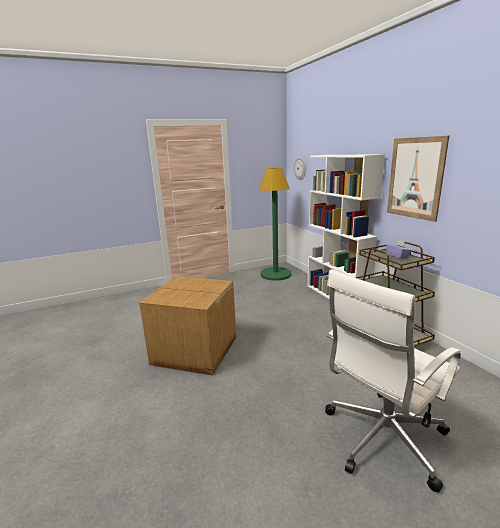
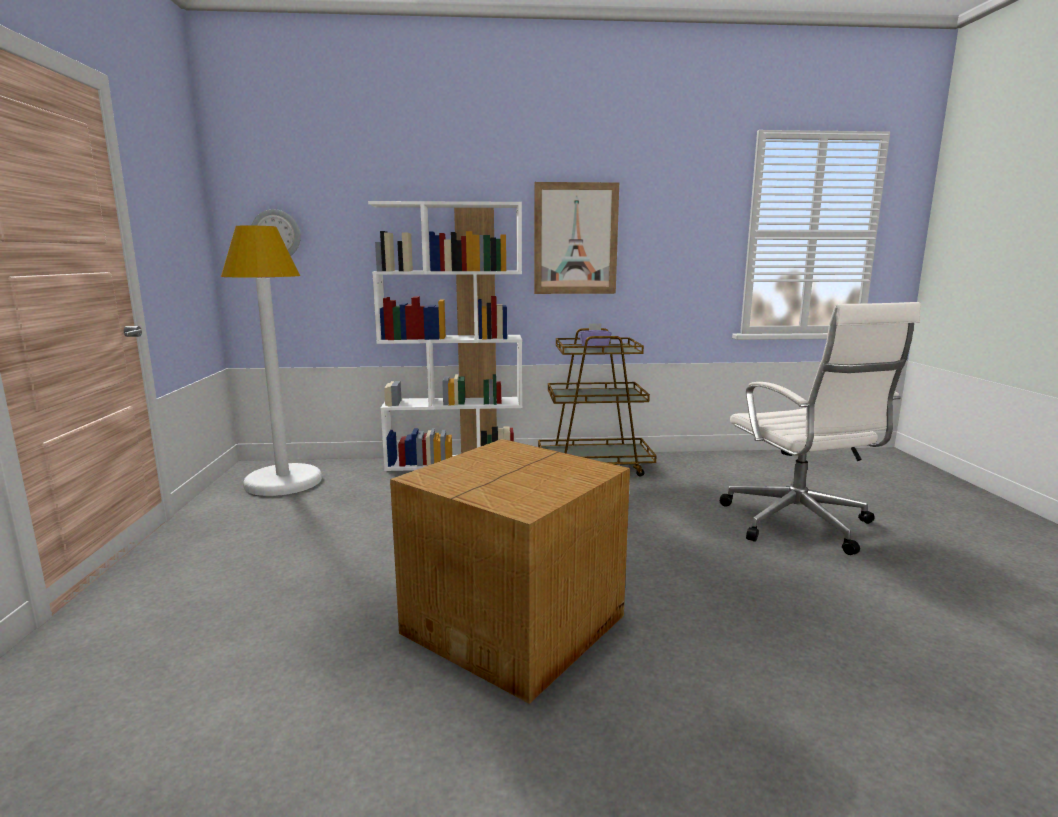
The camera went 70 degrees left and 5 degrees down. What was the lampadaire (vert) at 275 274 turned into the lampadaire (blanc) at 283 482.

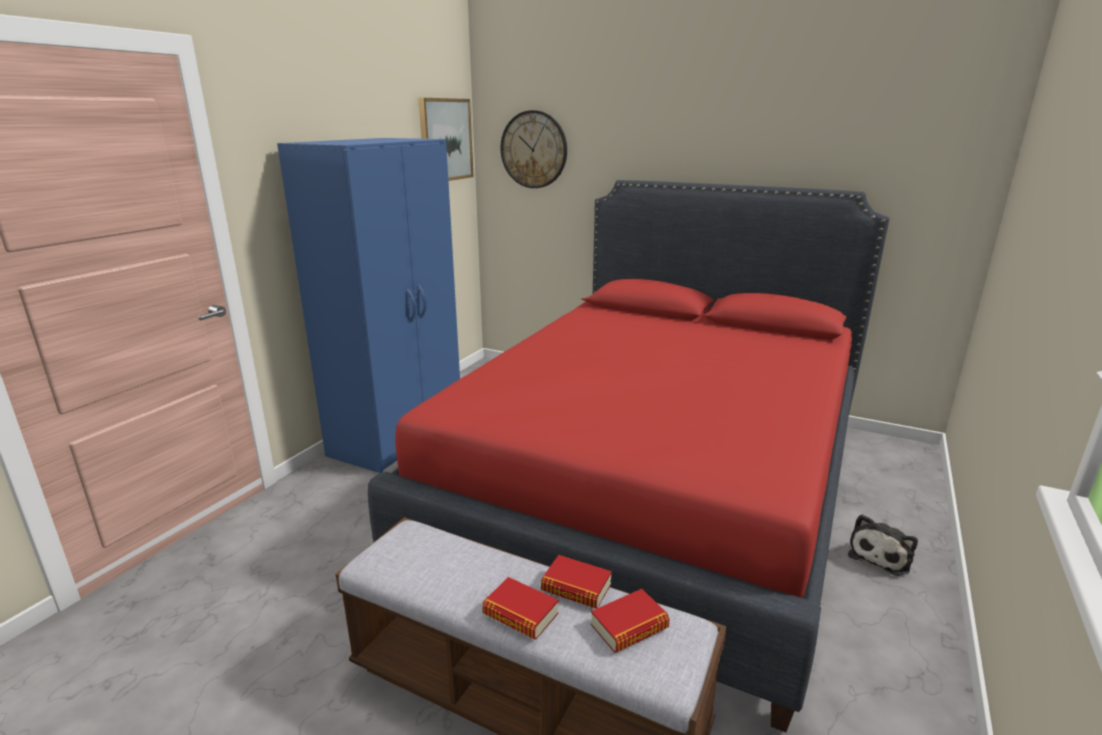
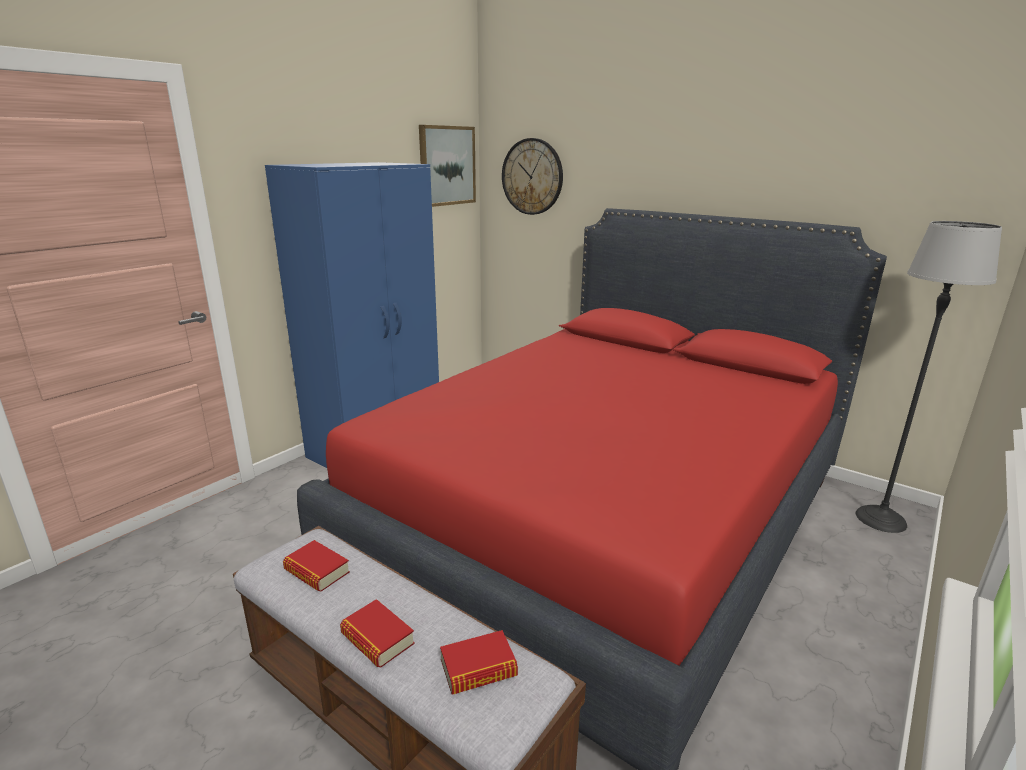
The camera went 10 degrees right and 0 degrees up. The second view lost the peluche at 881 555. The livre ended up elsewhere, having gone from 576 588 to 317 571. The second view gained the lampadaire at 881 519.

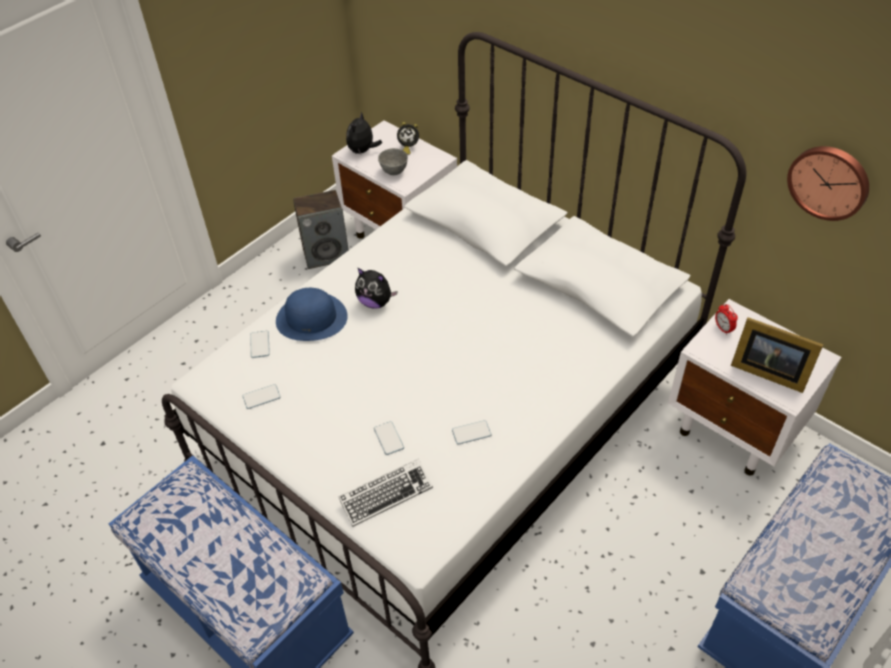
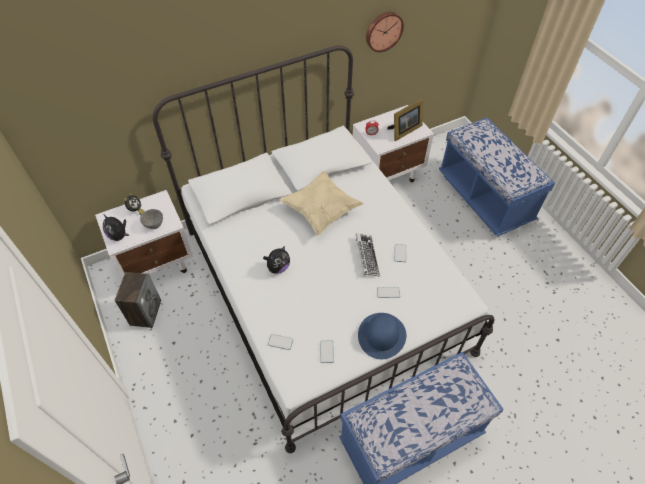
The camera went 70 degrees left and 5 degrees up. The chapeau (bleu) ended up elsewhere, having gone from 312 318 to 381 335. The clavier ended up elsewhere, having gone from 386 495 to 367 256. The second view gained the coussin (beige) at 321 211.

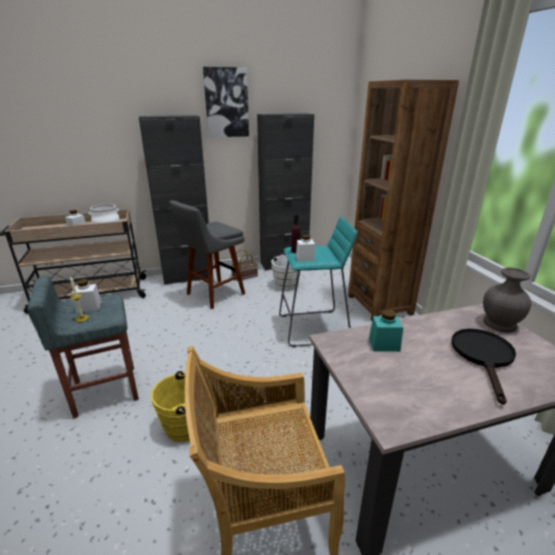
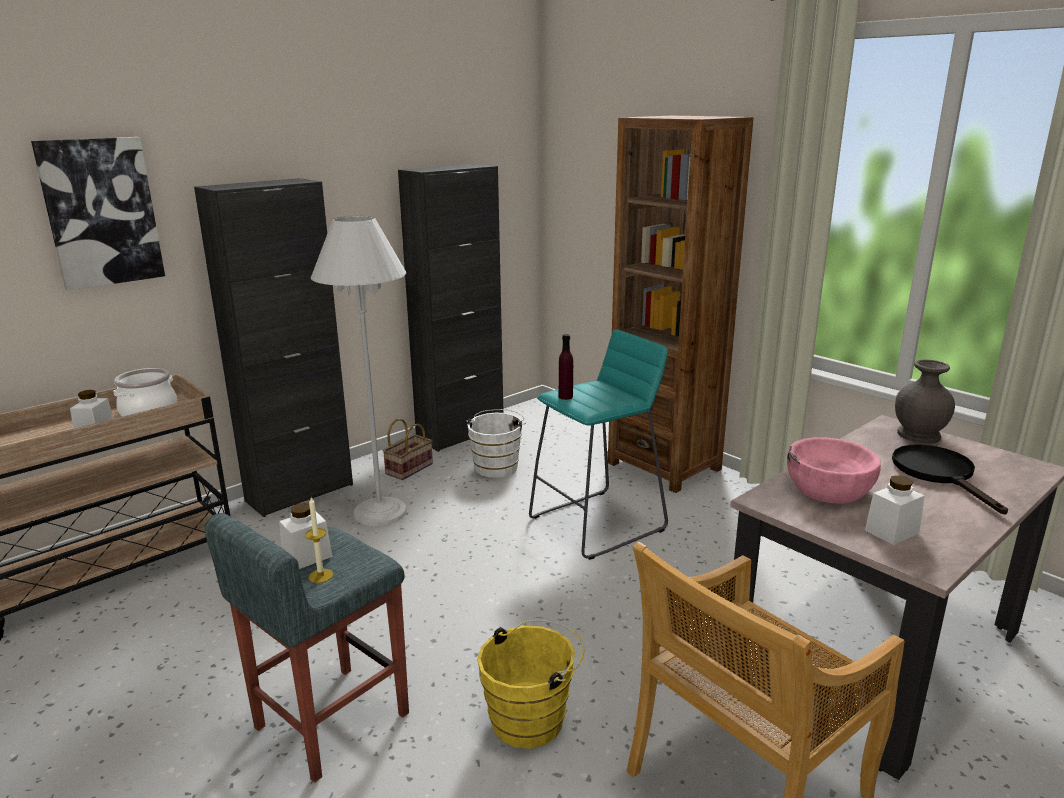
The camera went 25 degrees left and 5 degrees down. The tableau ended up elsewhere, having gone from 226 103 to 101 212. Where the tabouret (gris) stood at 213 295, the lampadaire (blanc) came to stand at 380 512. The bocal (blanc) ended up elsewhere, having gone from 305 258 to 891 531. Where the bocal (turquoise) stood at 384 344, the bol (rose) came to stand at 828 488.

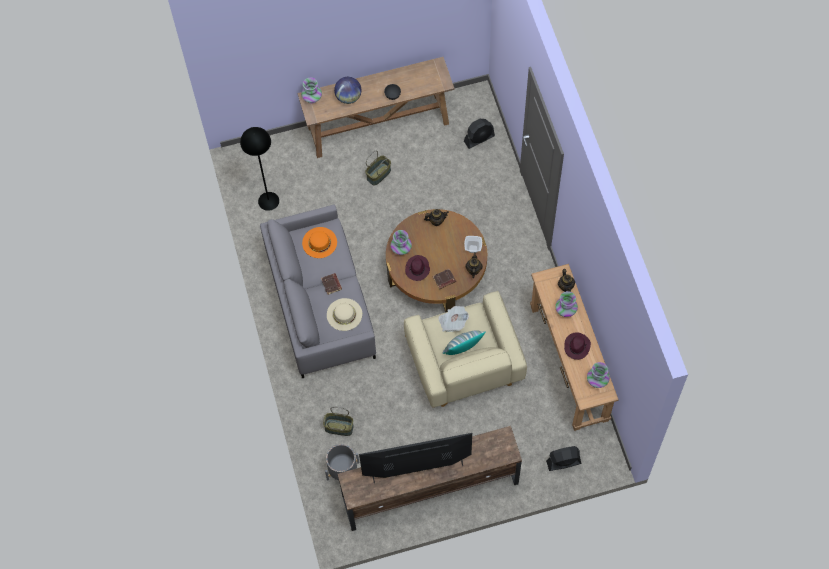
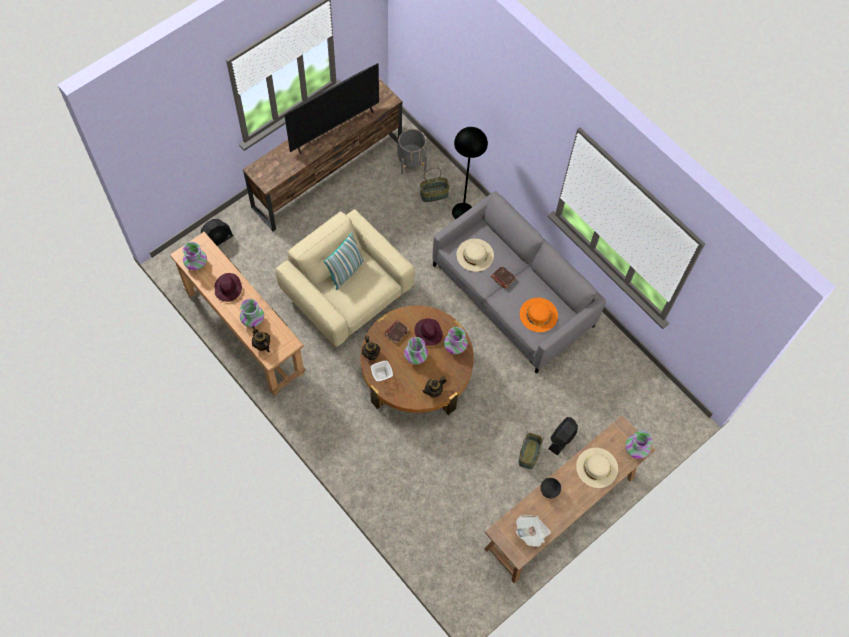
The camera went 150 degrees right and 0 degrees up. Where the globe stood at 348 97, the chapeau (beige) came to stand at 597 467. The ventilateur (noir) ended up elsewhere, having gone from 479 139 to 562 439. The lampadaire (noir) ended up elsewhere, having gone from 268 201 to 463 212. The journal ended up elsewhere, having gone from 452 322 to 532 532. The second view gained the vase at 415 357.

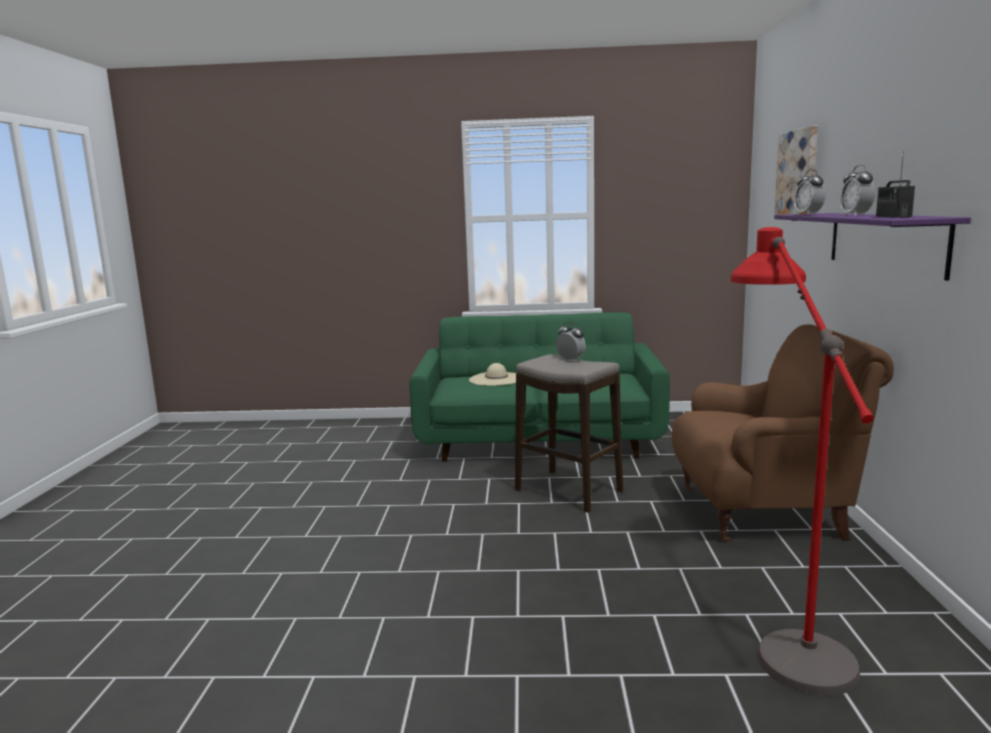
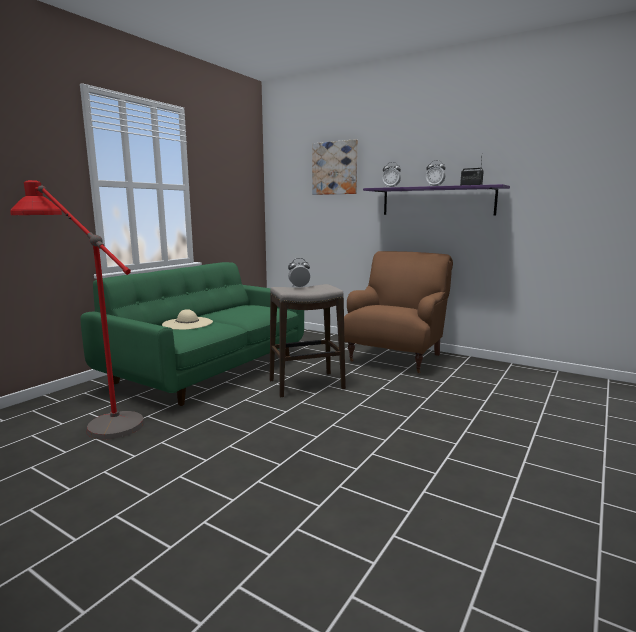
The camera went 60 degrees left and 0 degrees up. The lampadaire (rouge) ended up elsewhere, having gone from 782 624 to 93 417.

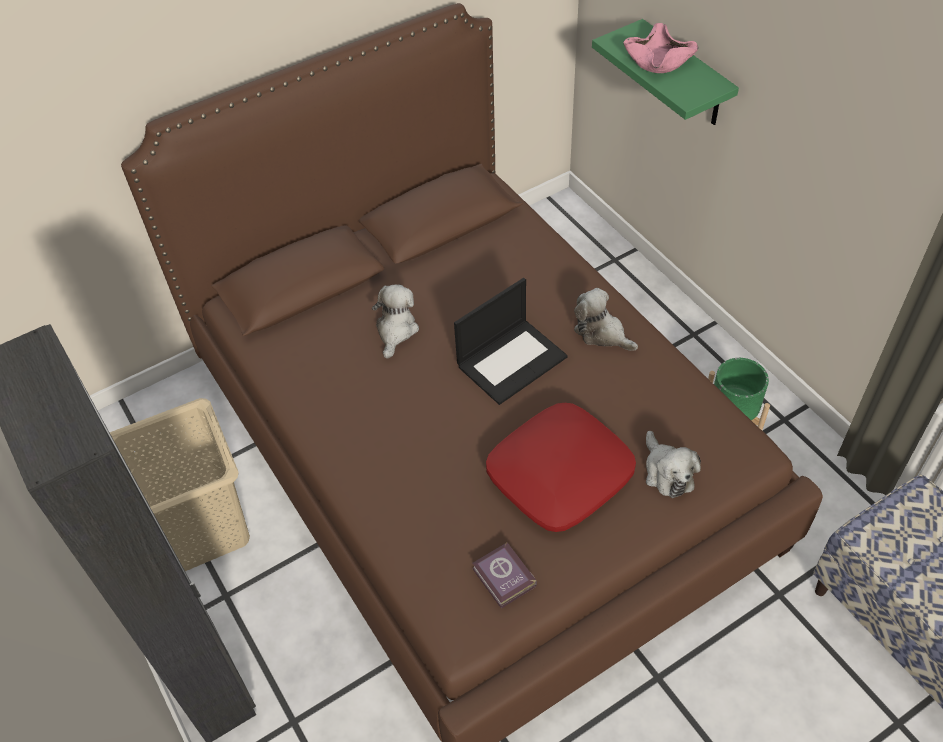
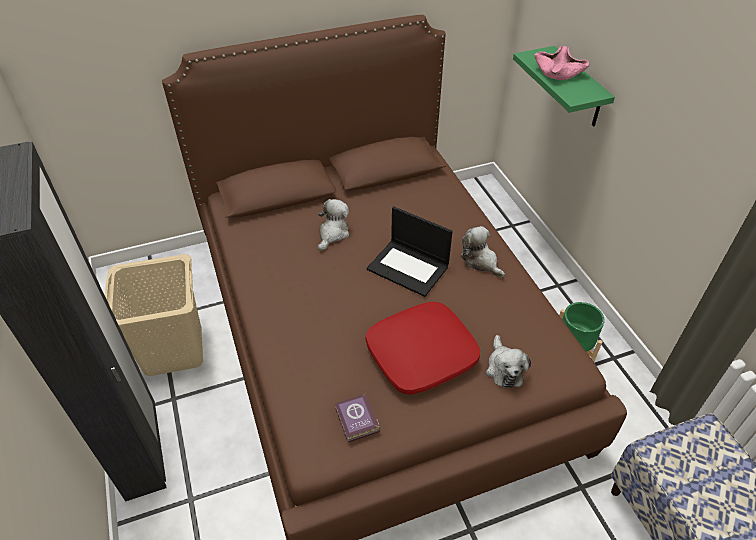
The camera went 10 degrees right and 5 degrees down. The ordinateur portable at 512 360 ended up facing another way, 60 degrees clockwise from before.

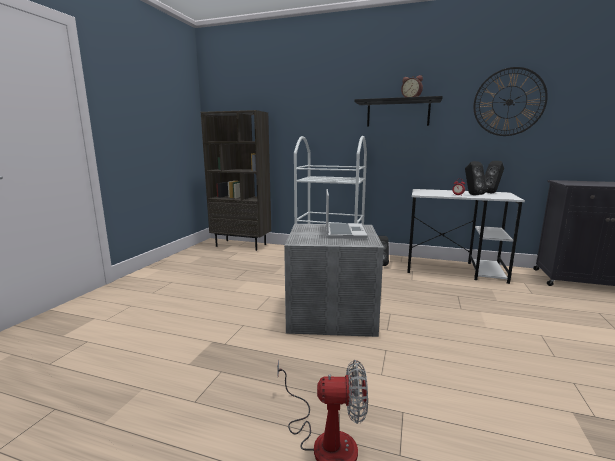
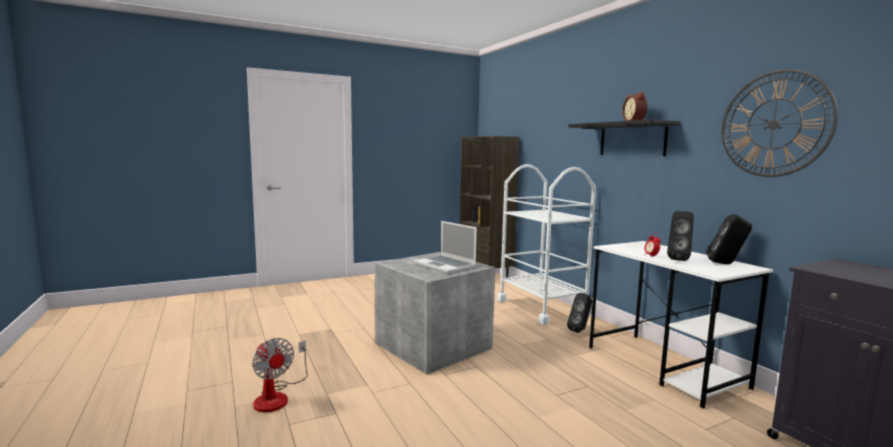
The camera went 45 degrees right and 5 degrees down. The ordinateur portable at 343 232 ended up facing another way, 90 degrees clockwise from before.

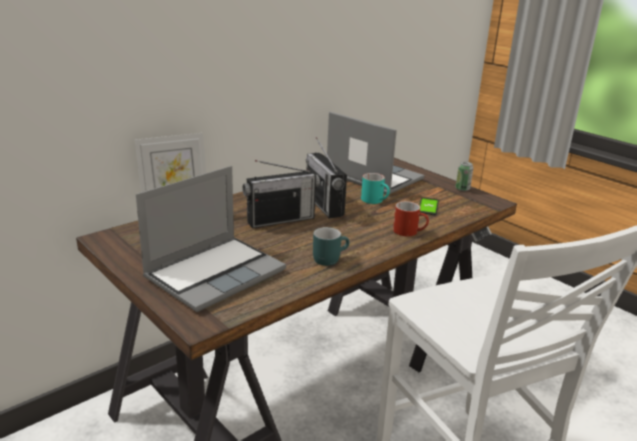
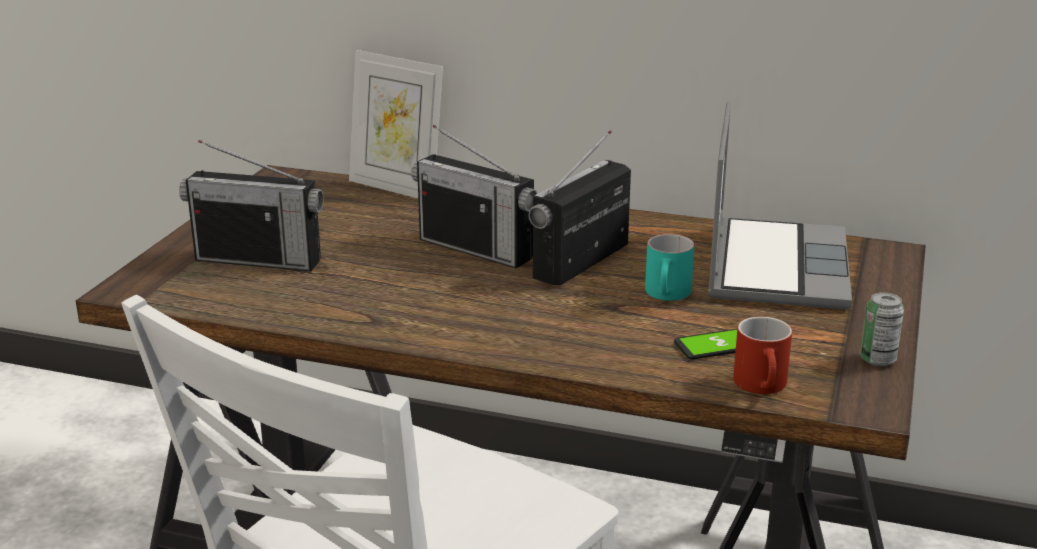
The camera went 60 degrees right and 0 degrees up. Where the ordinateur portable stood at 215 273, the radio came to stand at 258 259. The mug (rouge) ended up elsewhere, having gone from 410 232 to 764 387. The second view lost the mug (turquoise) at 329 258.

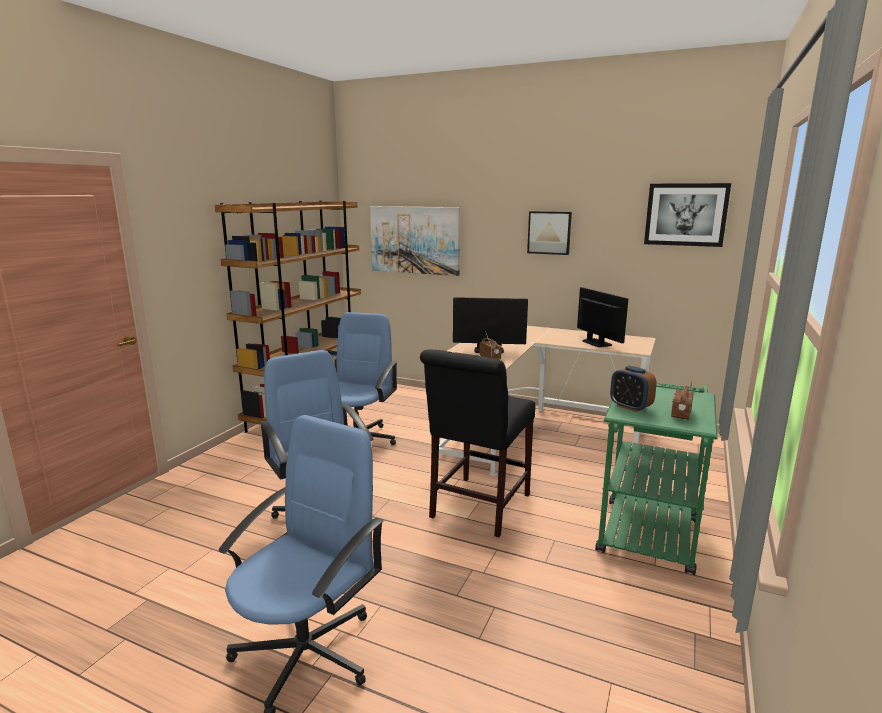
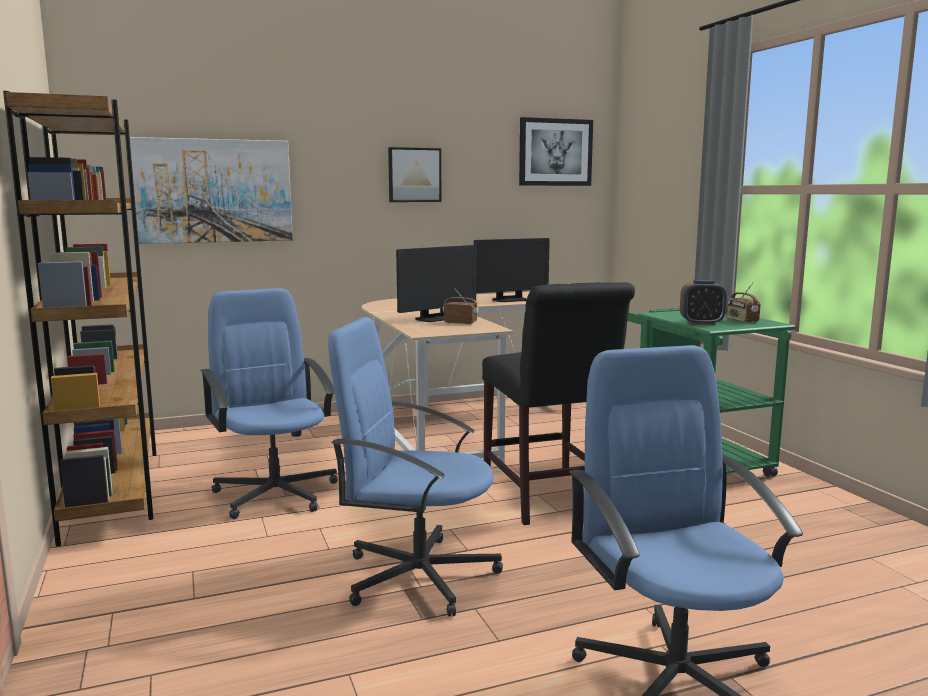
The camera went 45 degrees left and 5 degrees down. The écran d'ordinateur at 596 343 ended up facing another way, 135 degrees clockwise from before.

